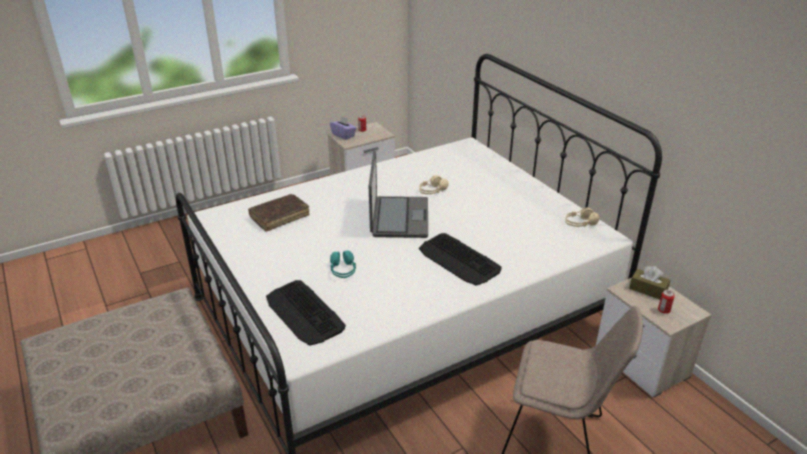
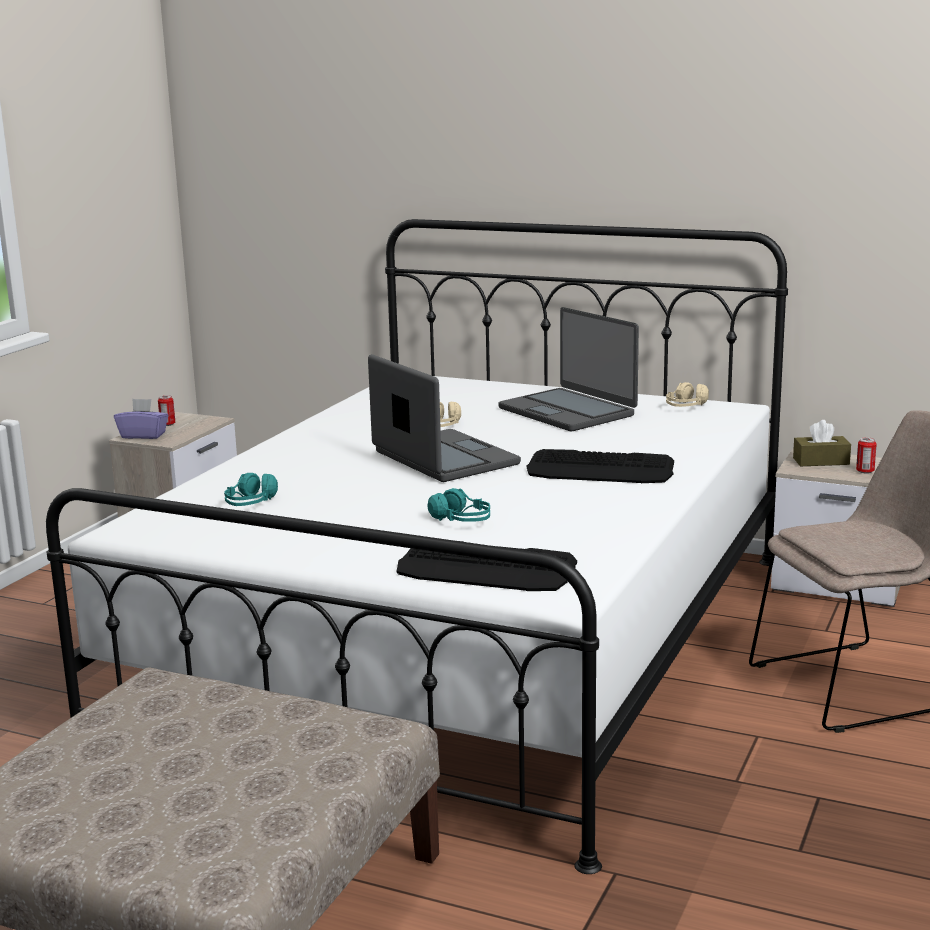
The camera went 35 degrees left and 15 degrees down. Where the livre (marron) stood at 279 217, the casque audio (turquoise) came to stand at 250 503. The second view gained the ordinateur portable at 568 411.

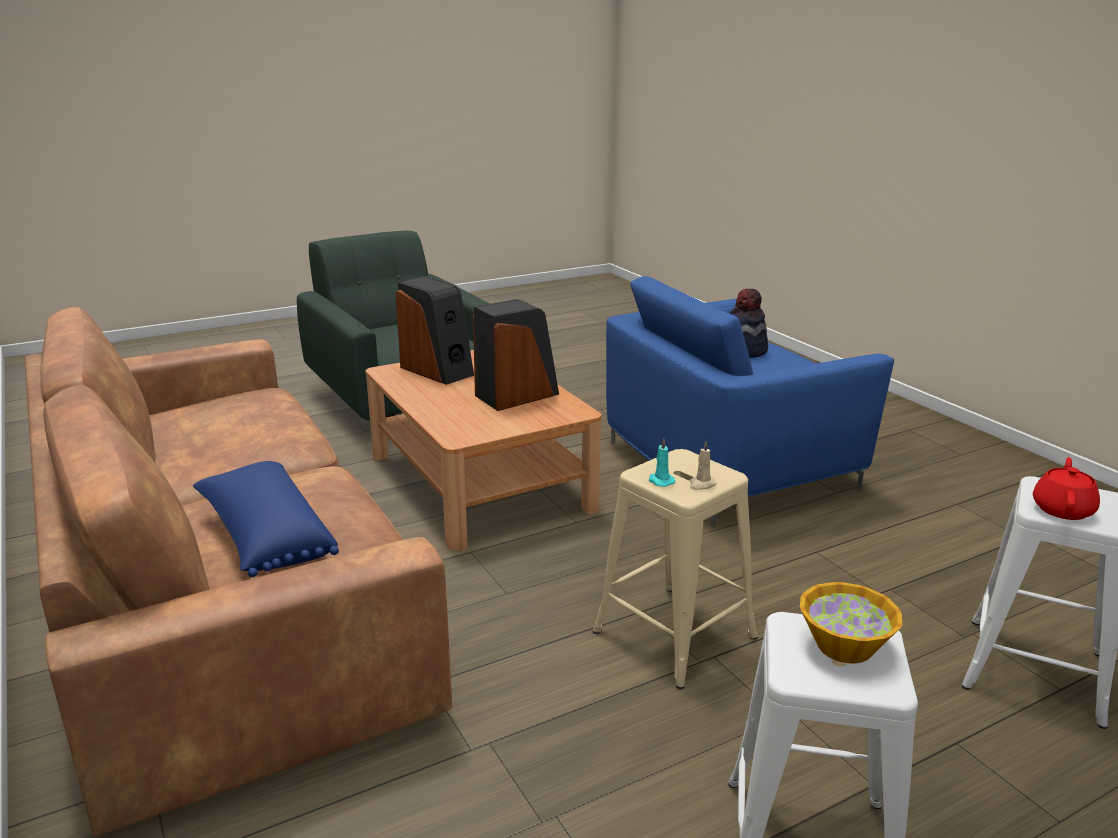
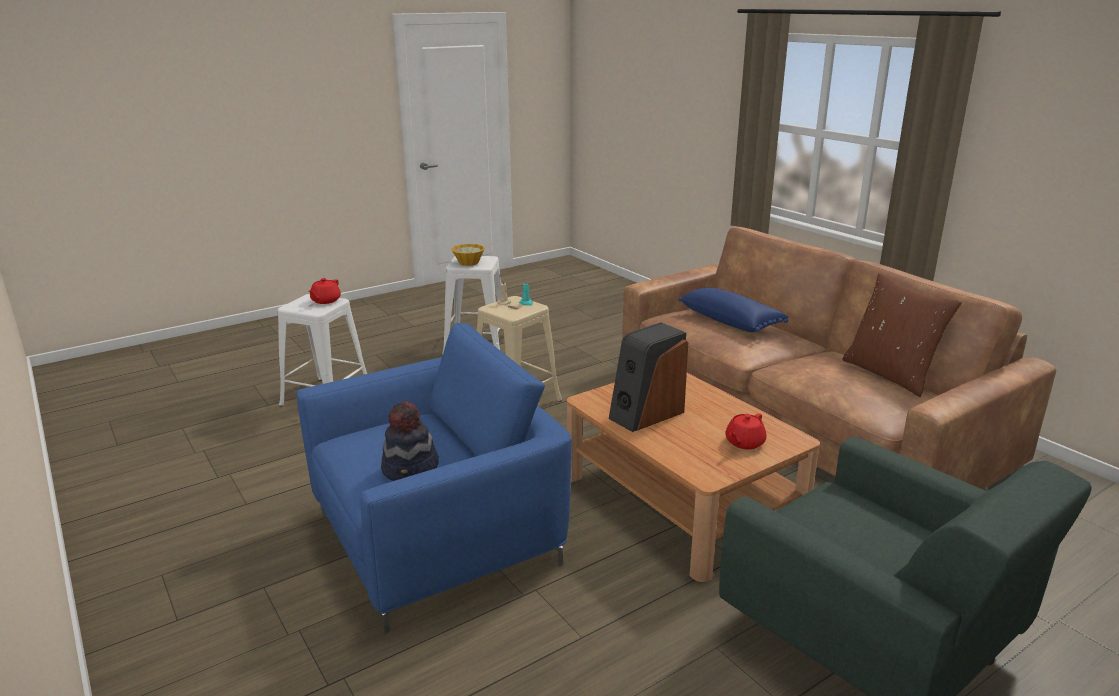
The camera went 175 degrees right and 0 degrees up. Where the enceinte stood at 437 370, the théière (rouge) came to stand at 744 443. The second view gained the coussin (marron) at 890 374.

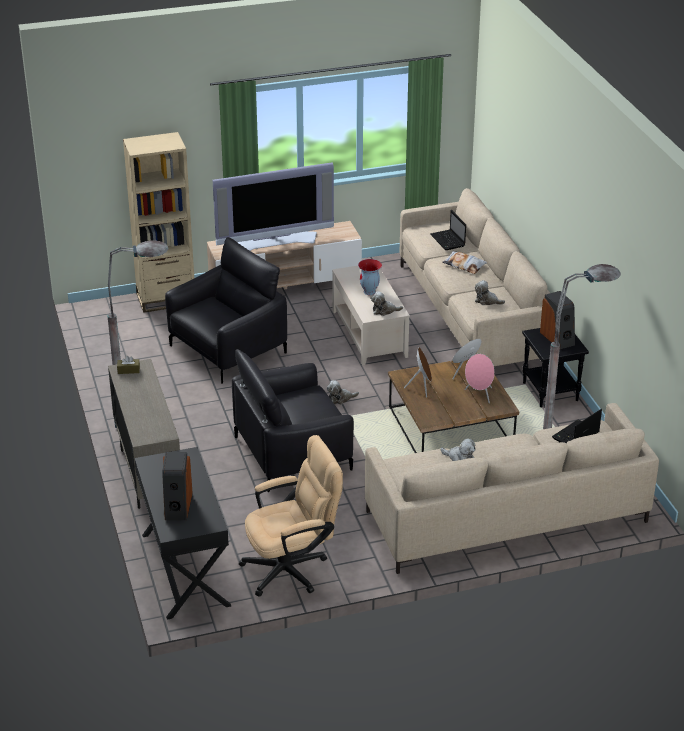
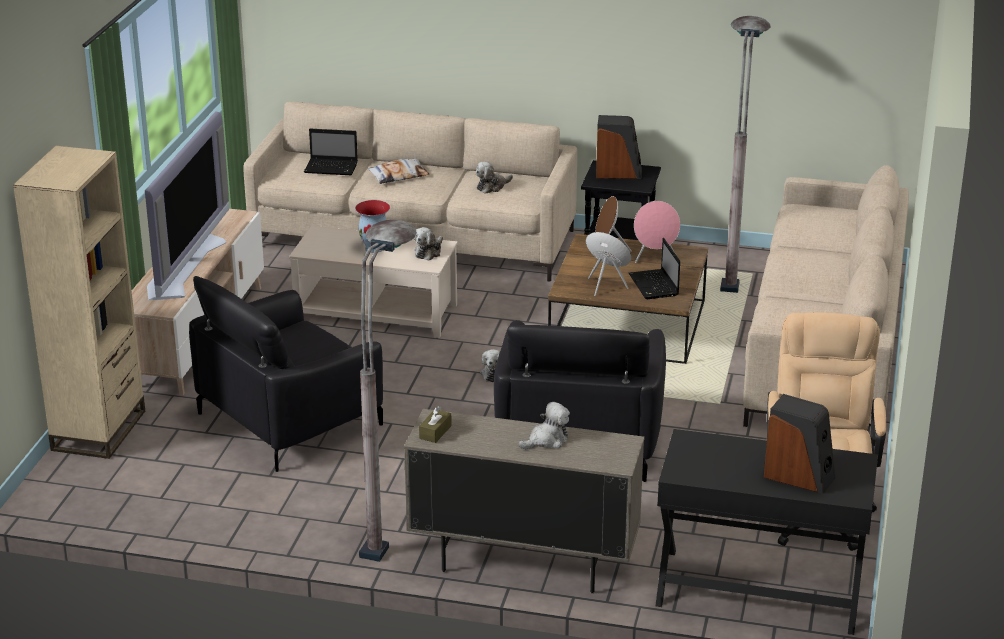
The camera went 60 degrees left and 5 degrees down. The fauteuil (noir) at 228 349 ended up facing another way, 120 degrees counterclockwise from before. The ordinateur portable ended up elsewhere, having gone from 575 436 to 654 286. The peluche ended up elsewhere, having gone from 459 458 to 547 440.

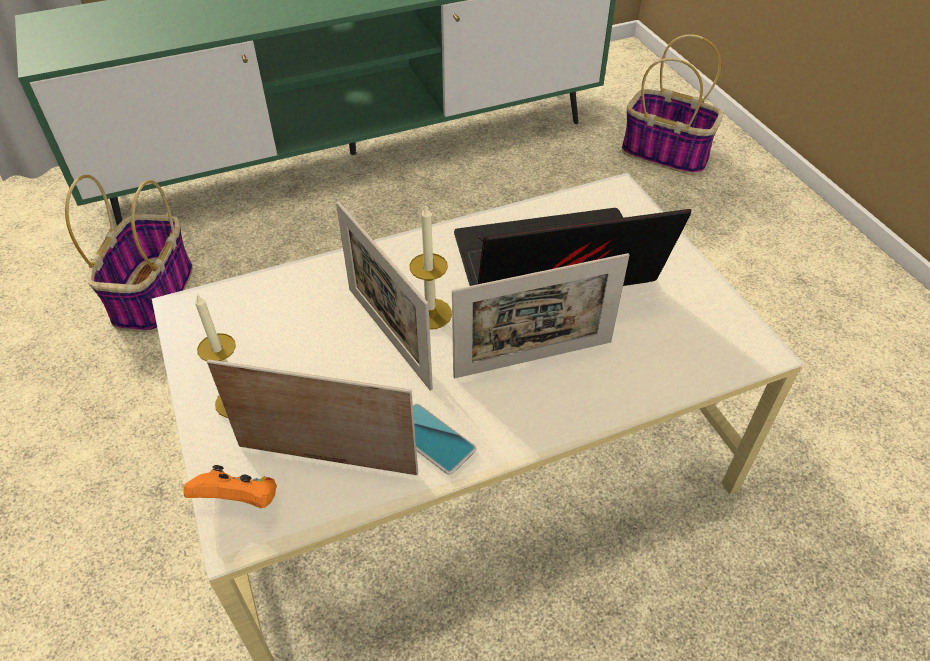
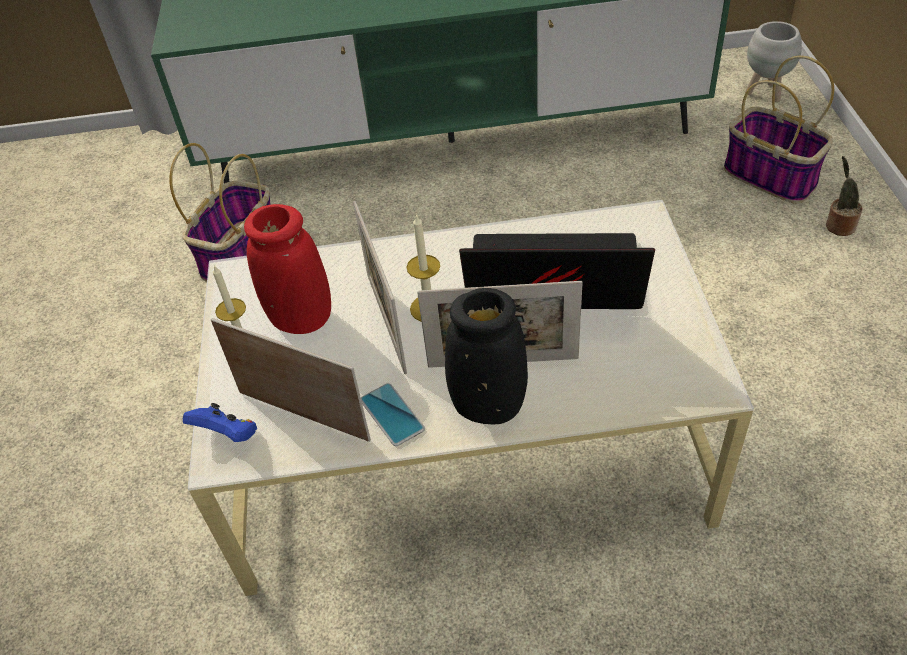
The camera went 20 degrees right and 0 degrees up. What was the manette (orange) at 240 501 turned into the manette (bleu) at 228 435. The second view gained the cache-pot (blanc) at 765 93. The second view gained the plante en pot at 838 225. The second view gained the vase (rouge) at 301 319. The second view gained the vase (noir) at 489 405.

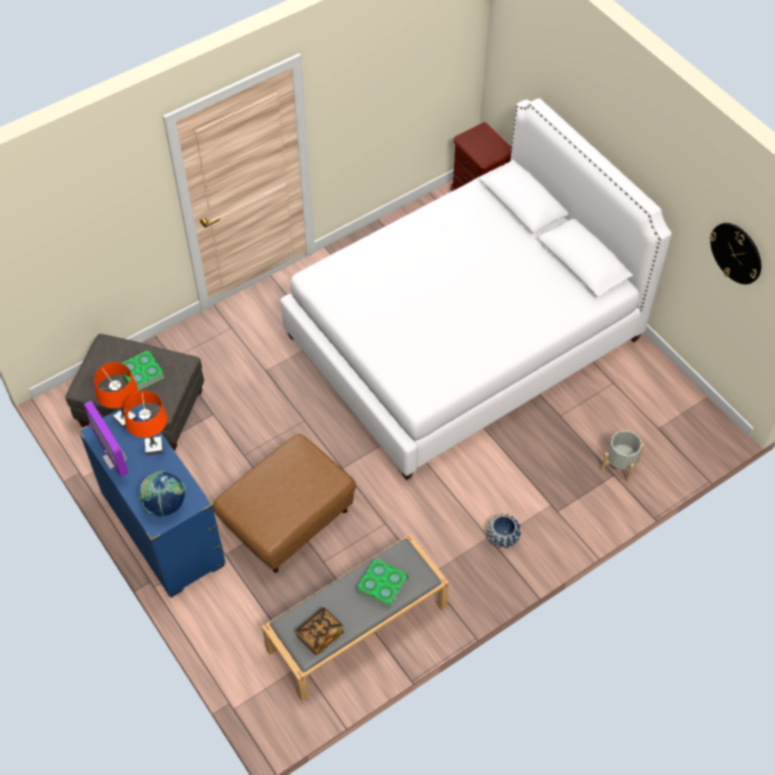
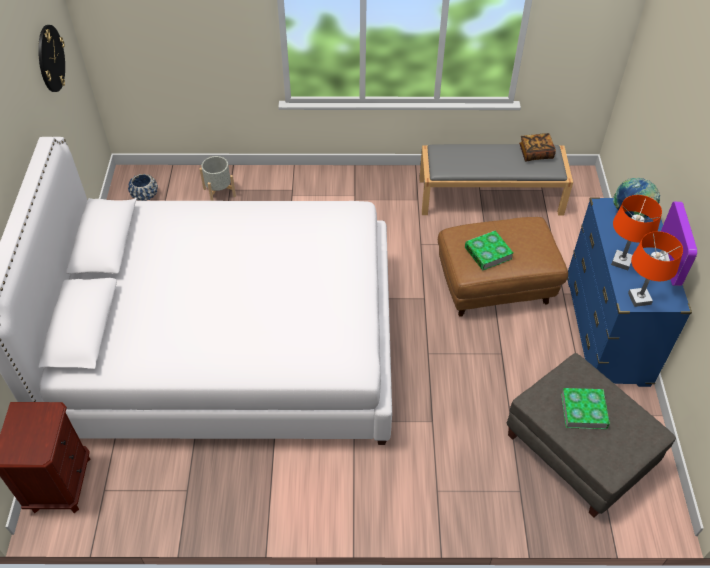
The camera went 145 degrees left and 5 degrees down. The cache-pot (bleu) ended up elsewhere, having gone from 502 536 to 144 195. The livre ended up elsewhere, having gone from 382 585 to 488 253.

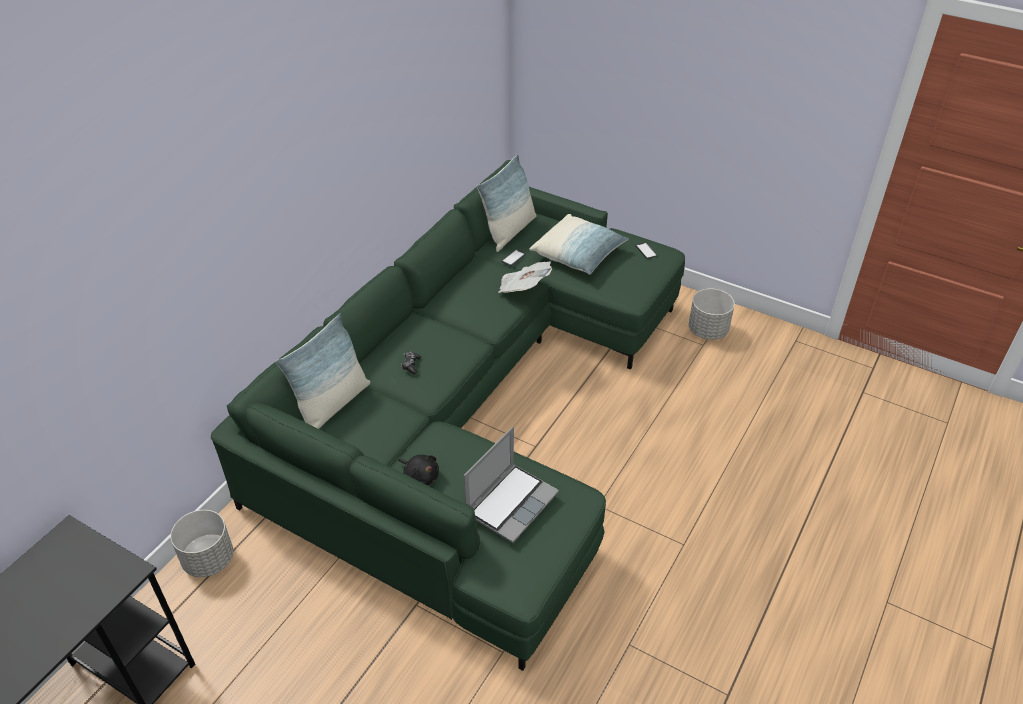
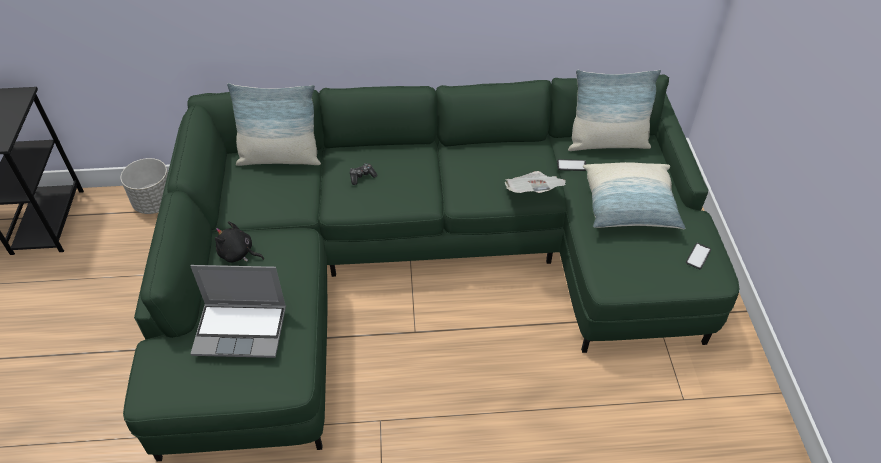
The camera went 55 degrees right and 5 degrees up. The second view lost the cache-pot (gris) at 707 330. The peluche (noir) at 420 477 ended up facing another way, 105 degrees clockwise from before.

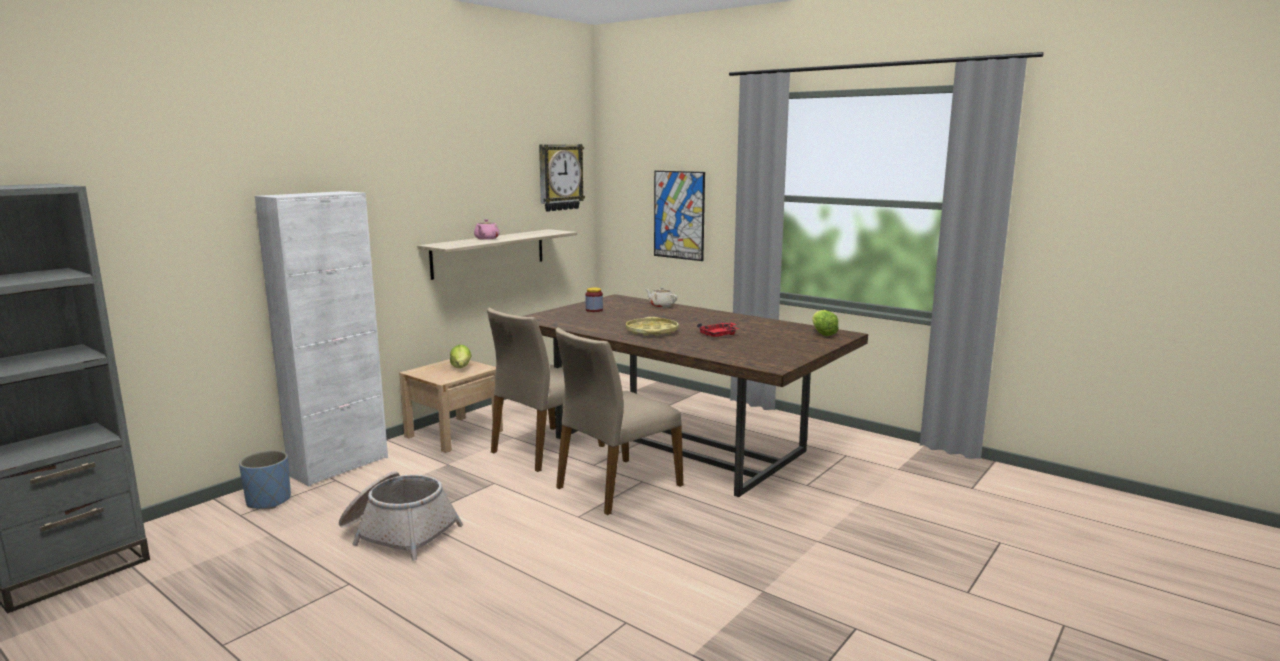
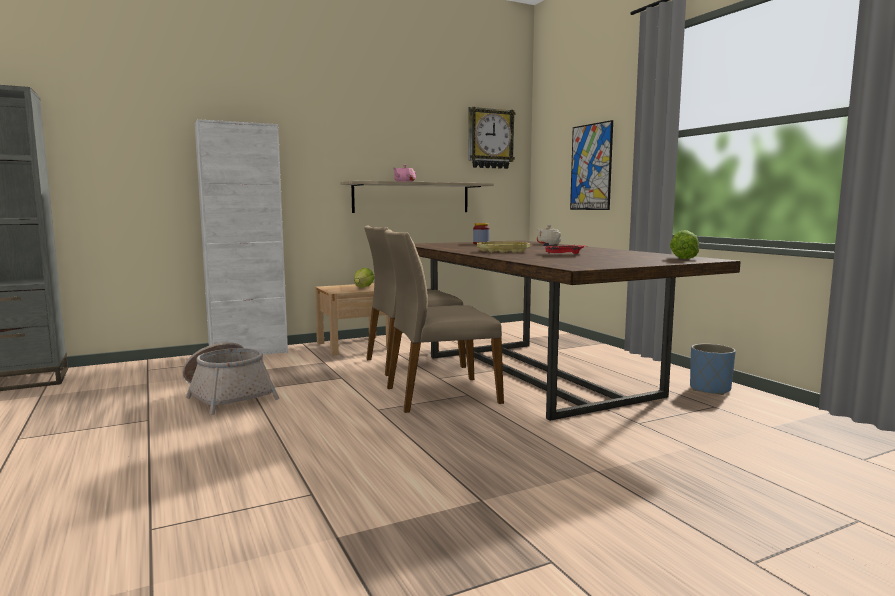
The camera went 25 degrees right and 5 degrees down. The cache-pot (bleu) ended up elsewhere, having gone from 268 501 to 710 389.

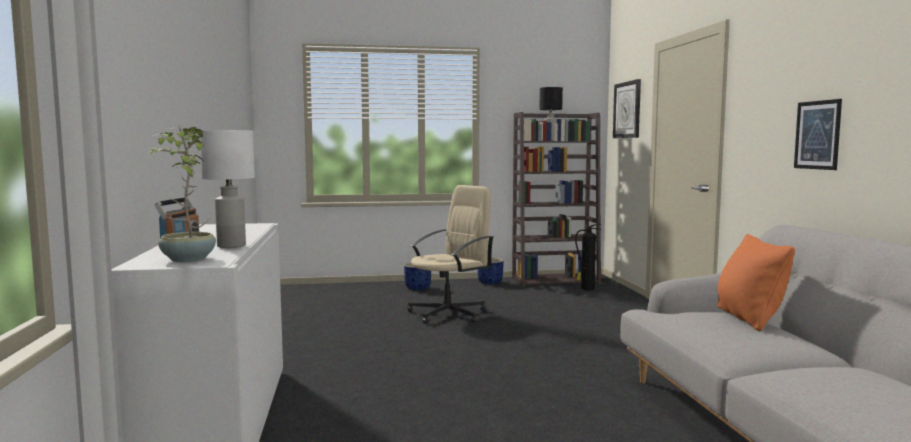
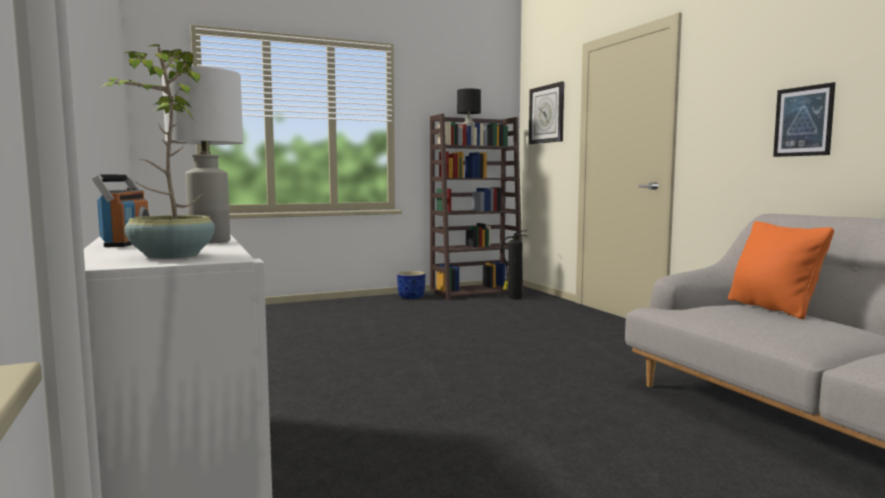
The camera went 15 degrees left and 0 degrees up. The second view lost the chaise de bureau (beige) at 449 314. The second view lost the cache-pot (bleu) at 418 288.

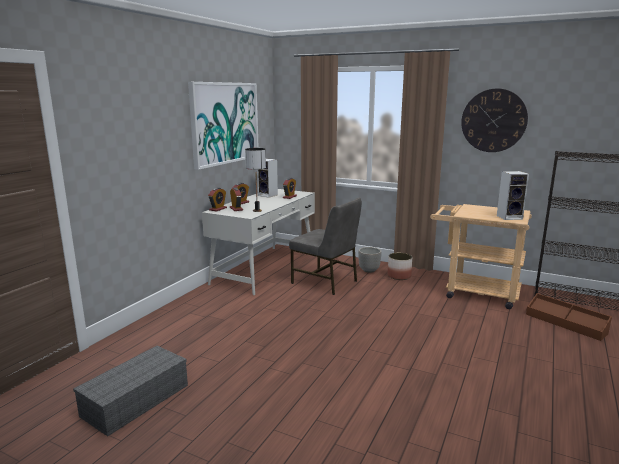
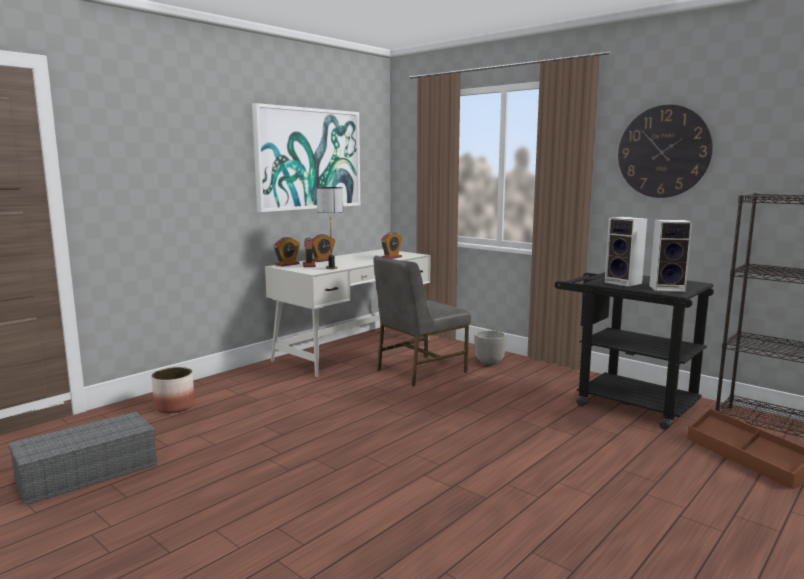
The camera went 15 degrees right and 5 degrees down. The enceinte ended up elsewhere, having gone from 268 195 to 624 283. The chaise (gris) at 325 282 ended up facing another way, 90 degrees clockwise from before. What was the chariot (beige) at 474 292 turned into the chariot (noir) at 625 403. The cache-pot ended up elsewhere, having gone from 399 276 to 175 406.

